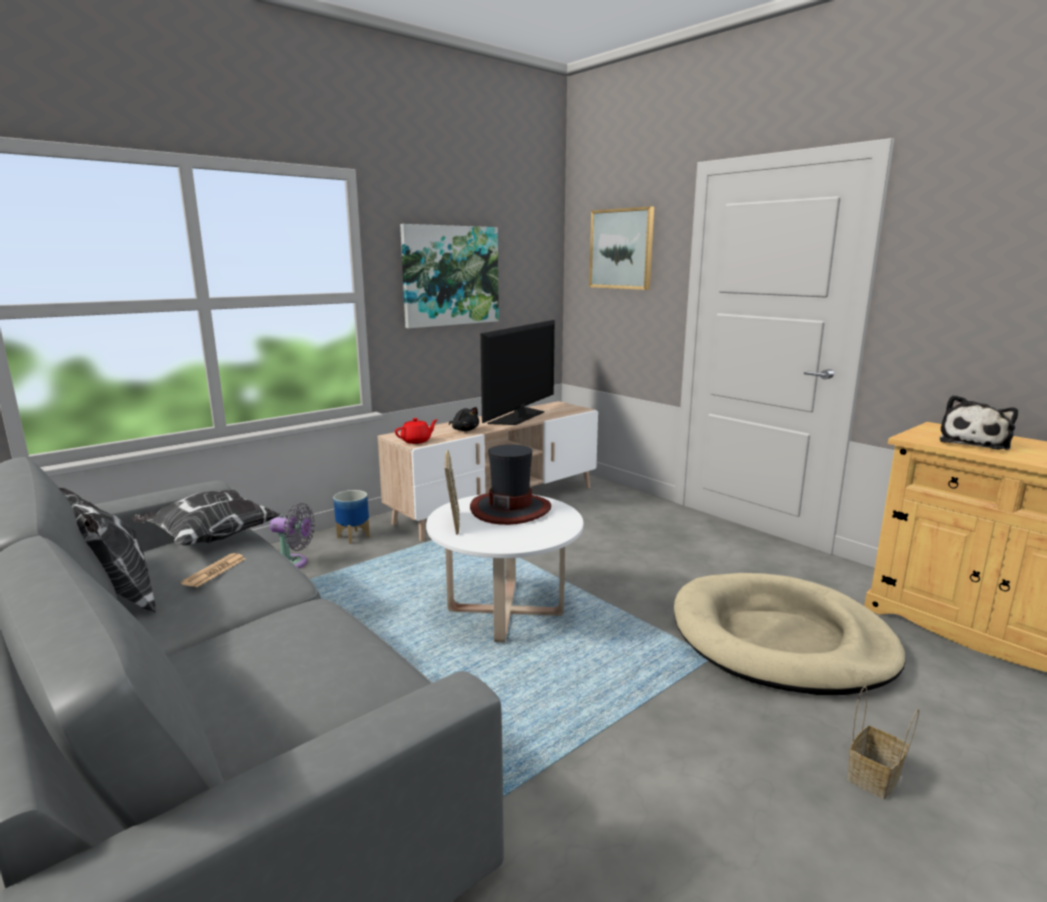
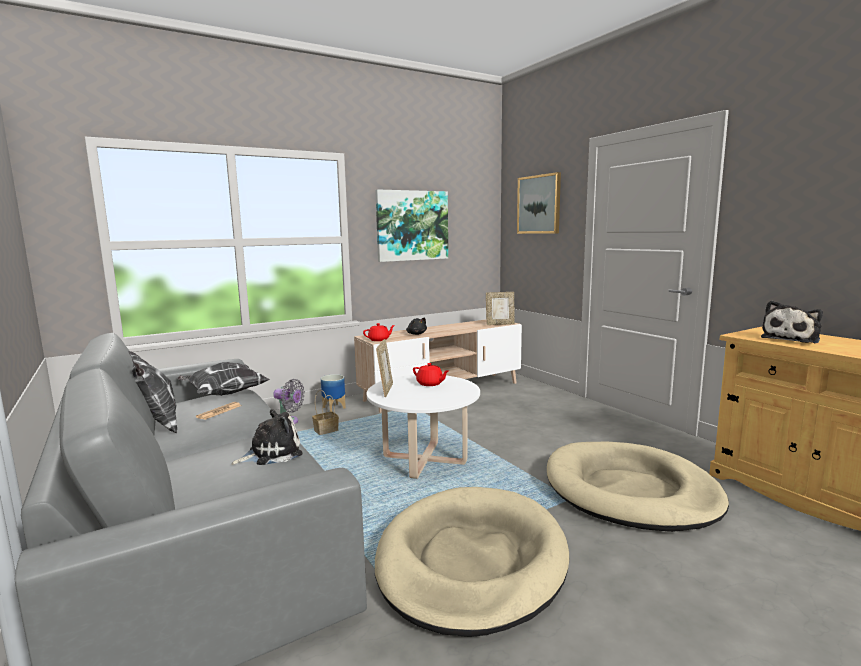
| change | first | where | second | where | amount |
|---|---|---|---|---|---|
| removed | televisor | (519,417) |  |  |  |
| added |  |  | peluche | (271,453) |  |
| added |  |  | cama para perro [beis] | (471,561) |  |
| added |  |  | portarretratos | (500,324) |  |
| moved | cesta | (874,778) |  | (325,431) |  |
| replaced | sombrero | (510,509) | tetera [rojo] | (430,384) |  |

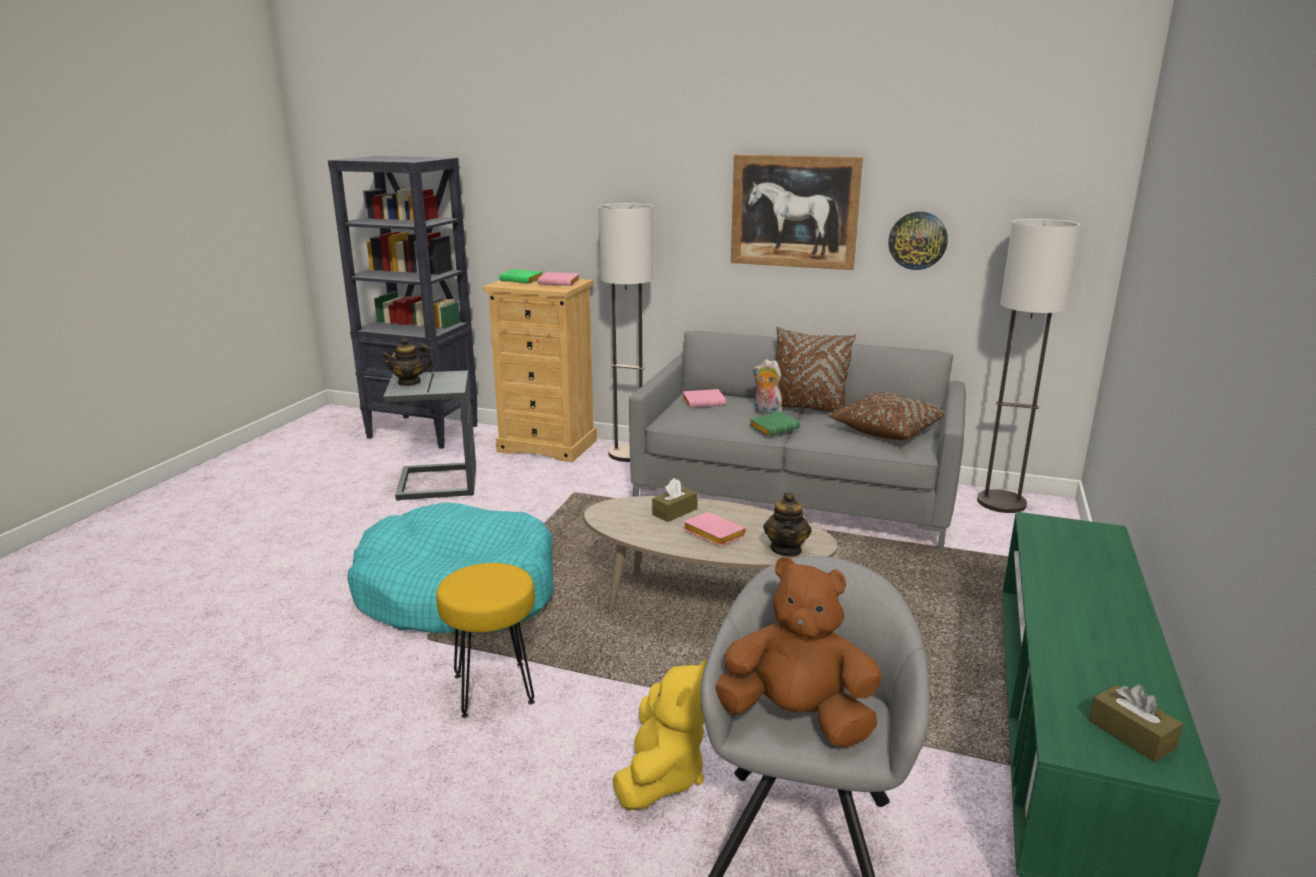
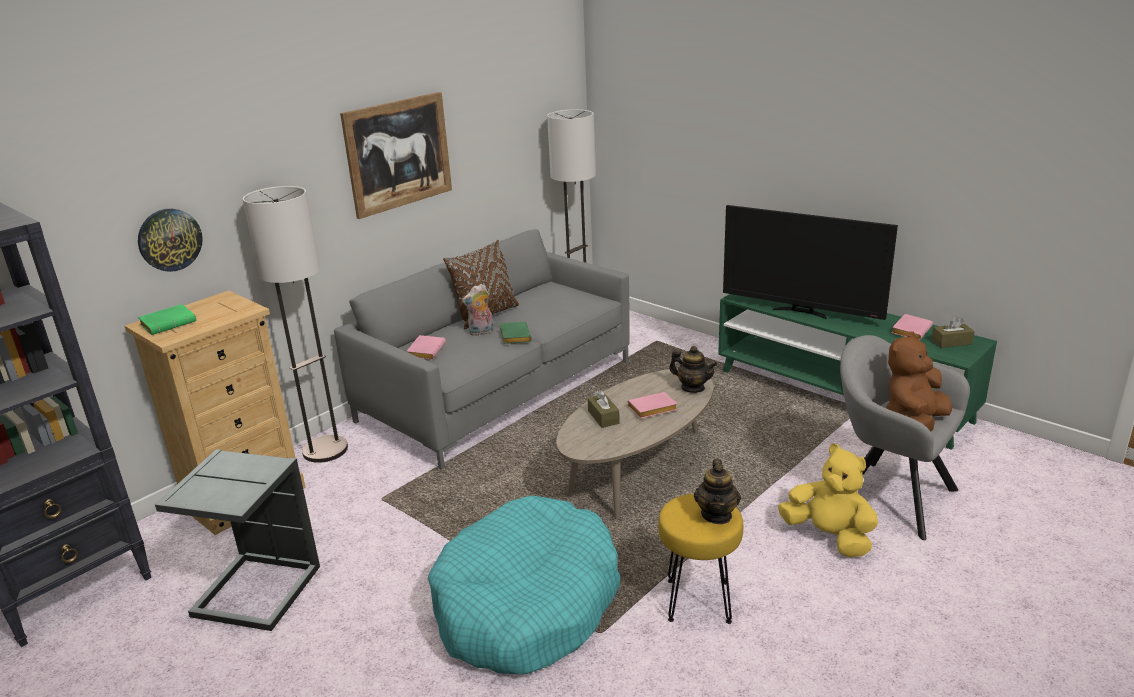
| change | first | where | second | where | amount |
|---|---|---|---|---|---|
| removed | cojín [marrón] | (887,430) |  |  |  |
| added |  |  | televisor | (801,312) |  |
| moved | tetera | (409,382) |  | (717,515) |  |
| moved | libro [rosa] | (560,283) |  | (910,330) |  |
| moved | reloj de pared | (917,240) |  | (169,239) |  |

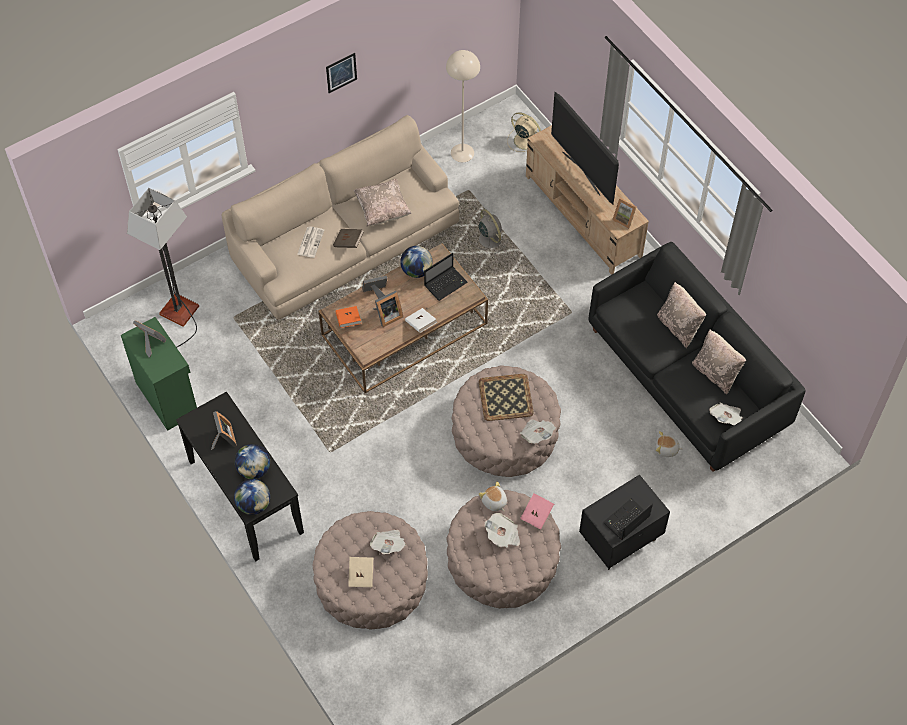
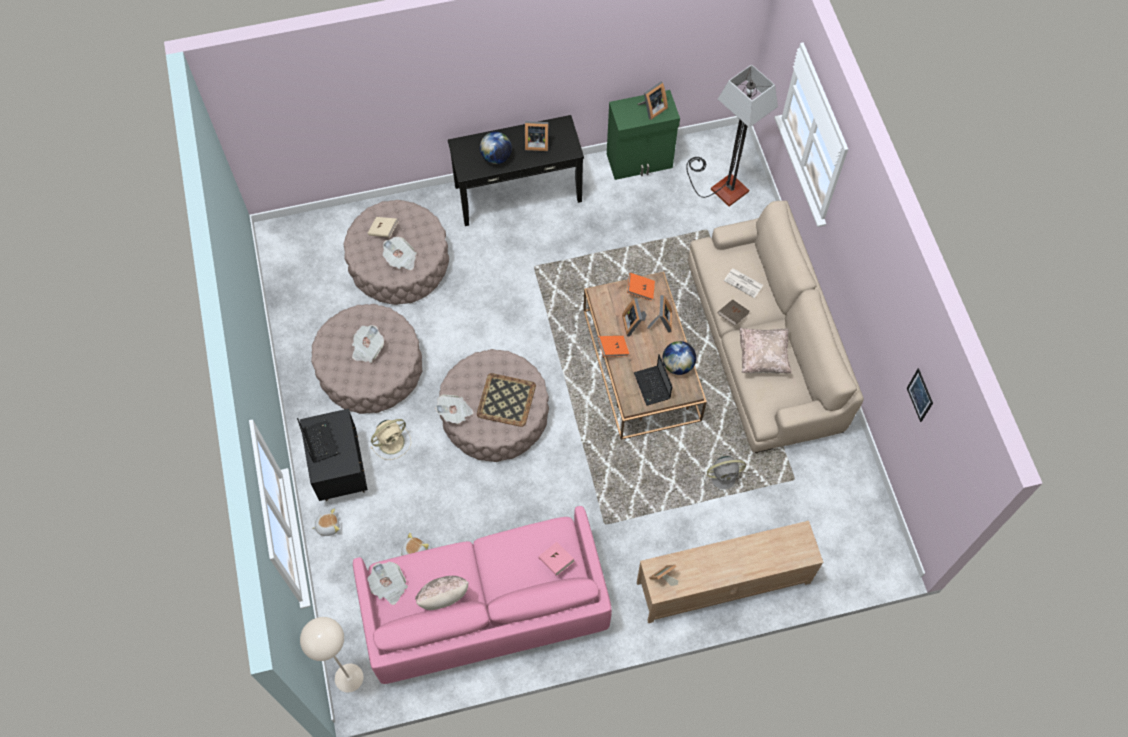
| change | first | where | second | where | amount |
|---|---|---|---|---|---|
| removed | globo terráqueo | (254,504) |  |  |  |
| removed | televisor | (582,173) |  |  |  |
| removed | cojín [beis] | (678,327) |  |  |  |
| moved | cuadro | (341,72) |  | (920,395) |  |
| moved | lámpara de pie [beis] | (462,153) |  | (348,678) |  |
| moved | peluche | (494,502) |  | (328,526) |  |
| moved | ventilador [beis] | (524,140) |  | (392,441) |  |
| moved | libro [rosa] | (537,514) |  | (556,561) |  |
| recoloured | libro [blanco] | (421,324) | libro [naranja] | (613,349) |  |
| recoloured | sofá [negro] | (688,377) | sofá [rosa] | (484,607) |  |

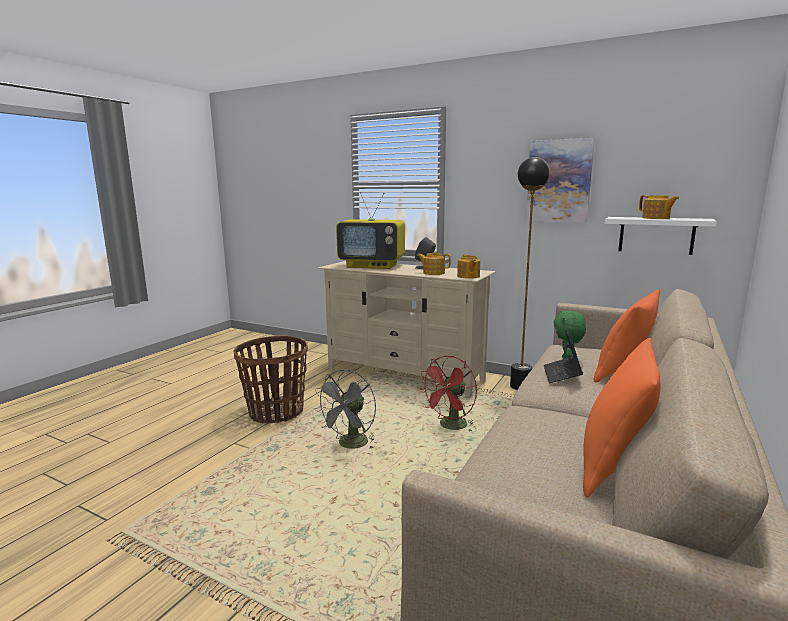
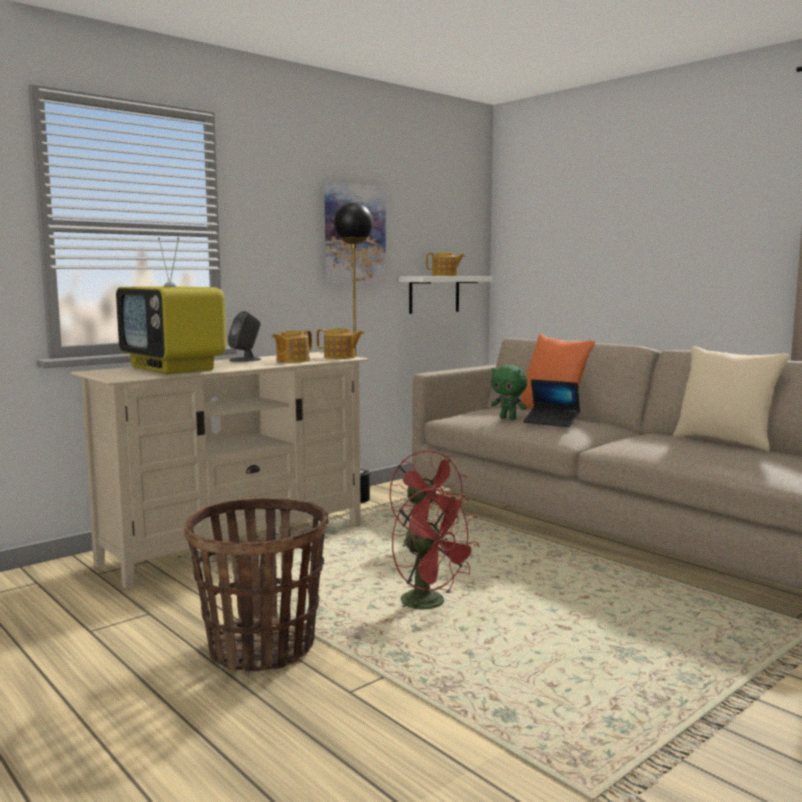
| change | first | where | second | where | amount |
|---|---|---|---|---|---|
| recoloured | ventilador [gris] | (350,445) | ventilador [rojo] | (431,604) |  |
| recoloured | cojín [naranja] | (614,468) | cojín [beis] | (725,442) |  |
| turned | televisor | (373,266) |  | (173,368) | 105 degrees clockwise |

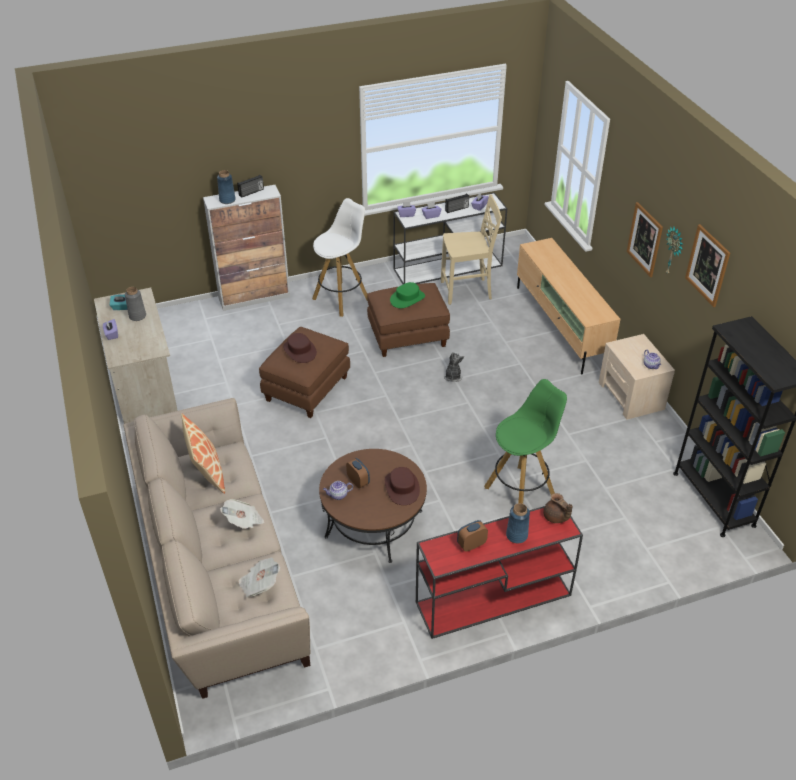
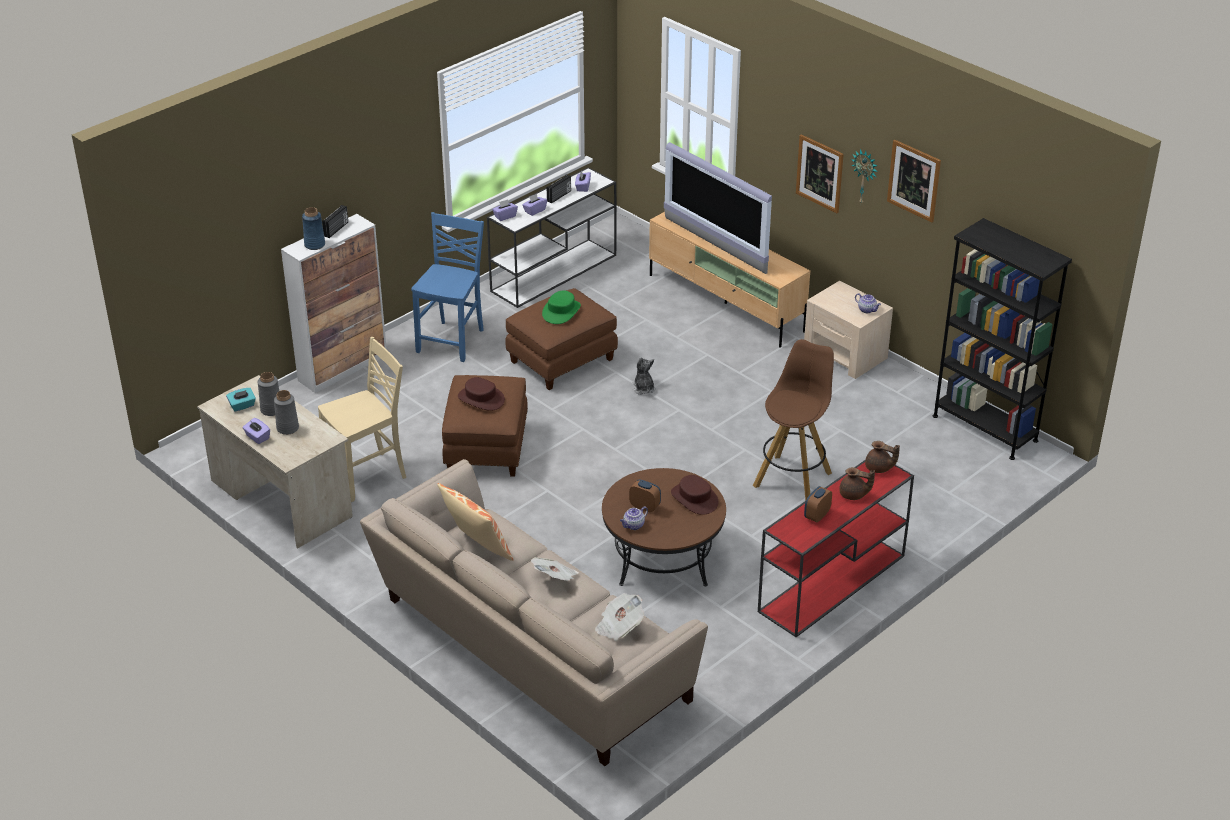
| change | first | where | second | where | amount |
|---|---|---|---|---|---|
| added |  |  | florero [gris] | (287,428) |  |
| added |  |  | televisor | (714,246) |  |
| moved | silla [beis] | (467,291) |  | (368,476) |  |
| replaced | taburete [blanco] | (341,299) | silla [azul] | (452,341) |  |
| replaced | florero [azul] | (516,535) | tetera [marrón] | (853,495) |  |
| recoloured | taburete [verde] | (520,491) | taburete [marrón] | (793,479) |  |

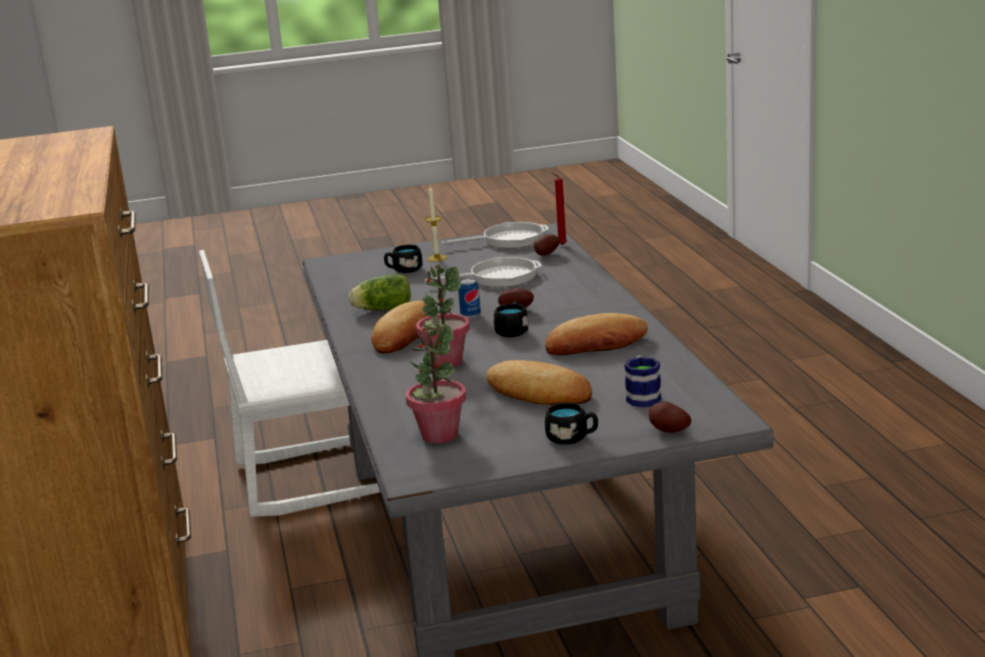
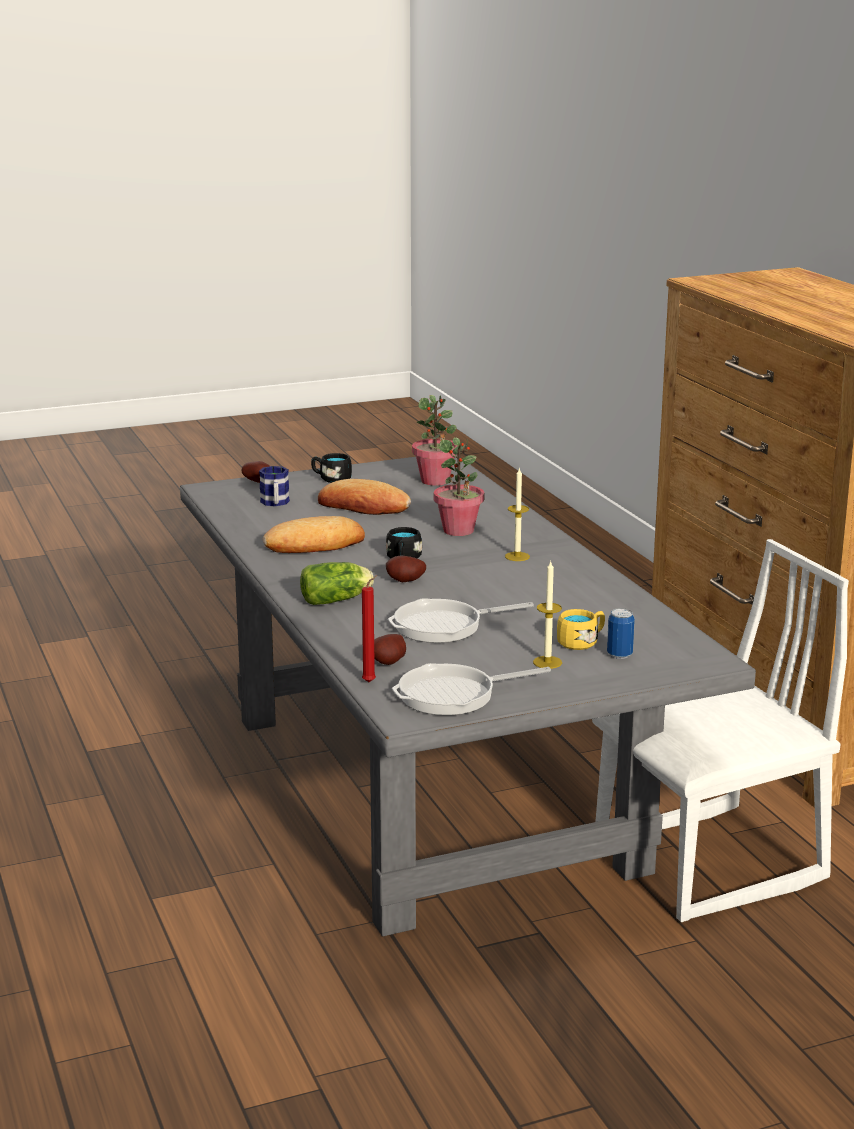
| change | first | where | second | where | amount |
|---|---|---|---|---|---|
| moved | lechuga | (381,309) |  | (338,600) |  |
| moved | lata | (470,315) |  | (619,655) |  |
| replaced | pan | (405,335) | vela | (517,556) |  |
| recoloured | taza grande [negro] | (404,270) | taza grande [amarillo] | (581,642) |  |

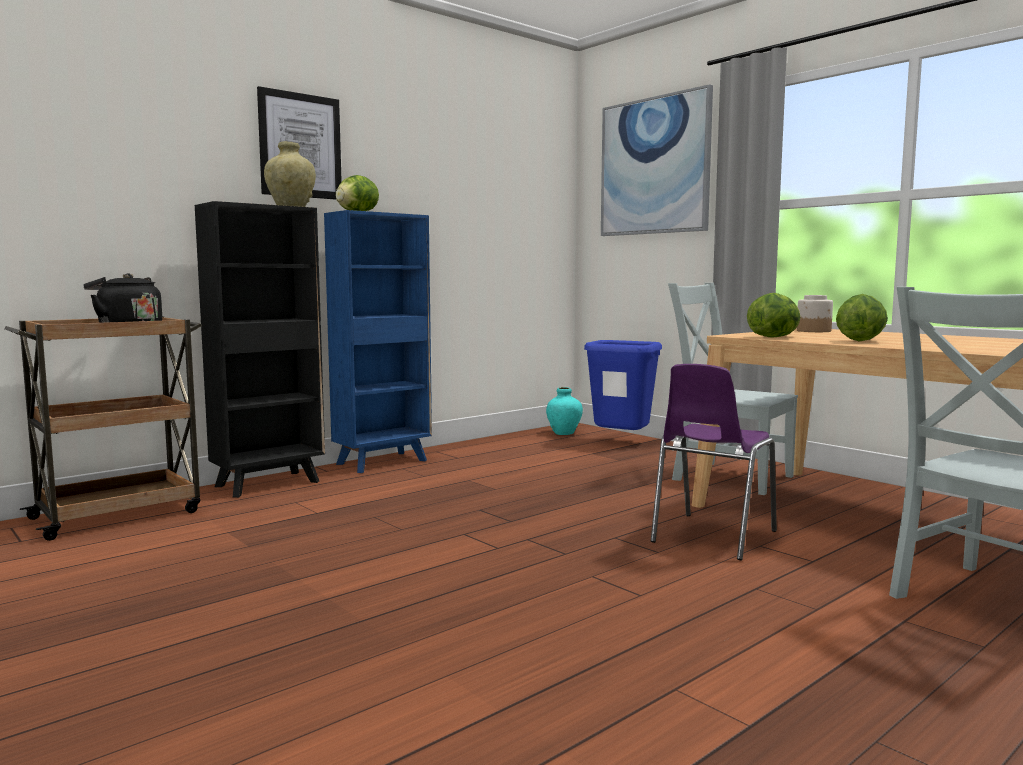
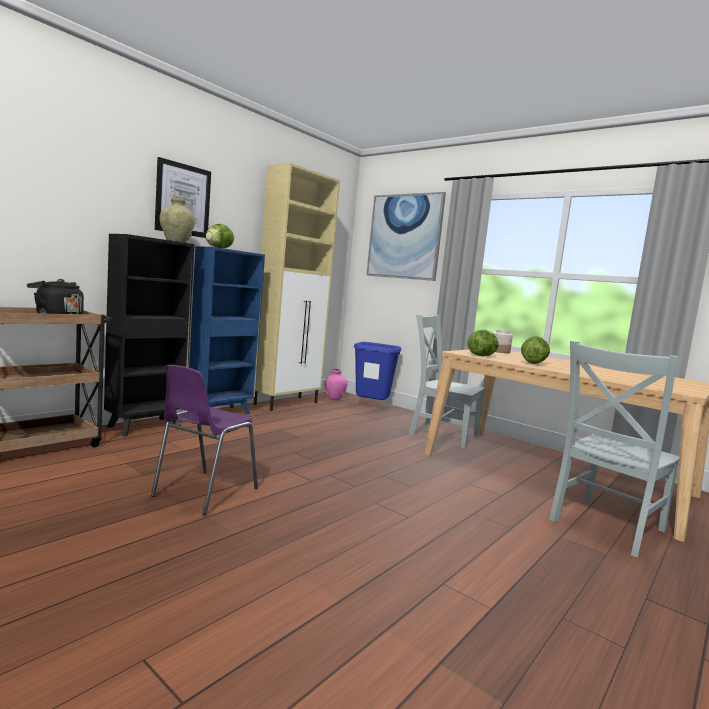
| change | first | where | second | where | amount |
|---|---|---|---|---|---|
| added |  |  | armario [beis] | (287,403) |  |
| moved | silla [morado] | (711,537) |  | (203,493) |  |
| recoloured | florero [turquesa] | (564,433) | florero [rosa] | (334,398) |  |

